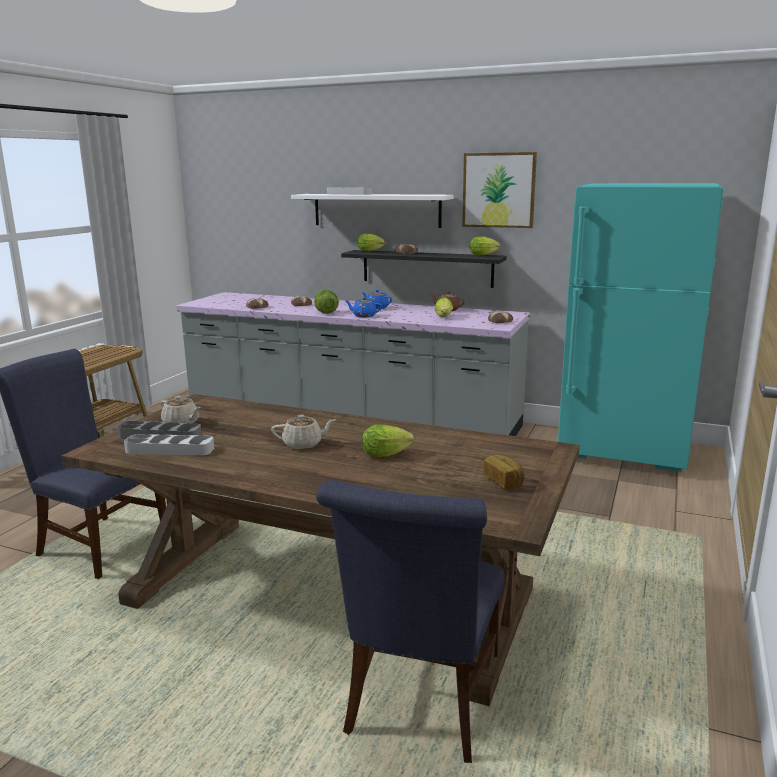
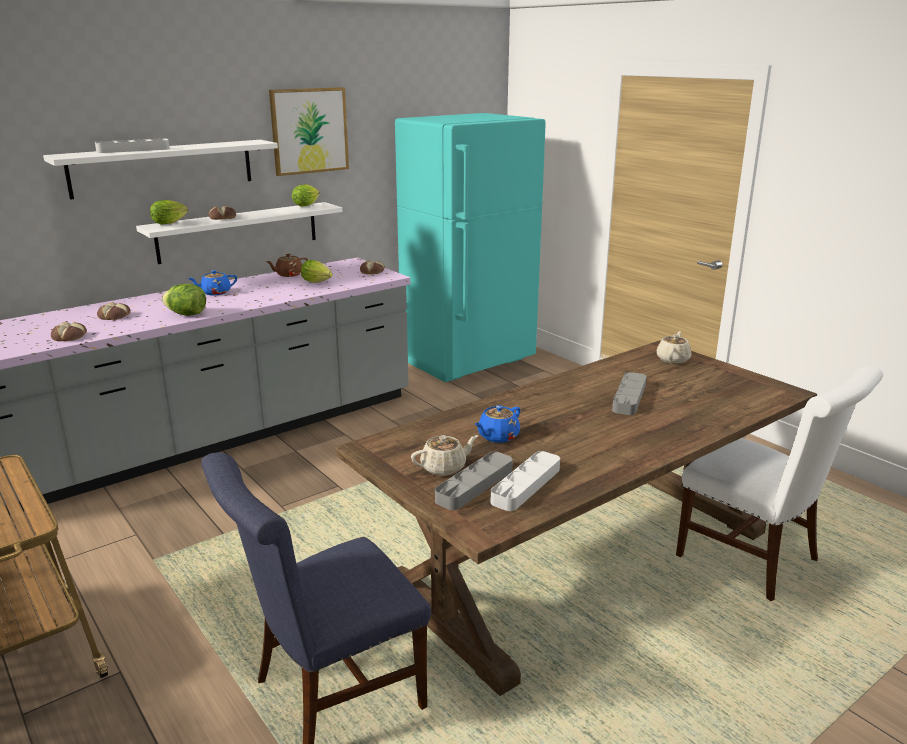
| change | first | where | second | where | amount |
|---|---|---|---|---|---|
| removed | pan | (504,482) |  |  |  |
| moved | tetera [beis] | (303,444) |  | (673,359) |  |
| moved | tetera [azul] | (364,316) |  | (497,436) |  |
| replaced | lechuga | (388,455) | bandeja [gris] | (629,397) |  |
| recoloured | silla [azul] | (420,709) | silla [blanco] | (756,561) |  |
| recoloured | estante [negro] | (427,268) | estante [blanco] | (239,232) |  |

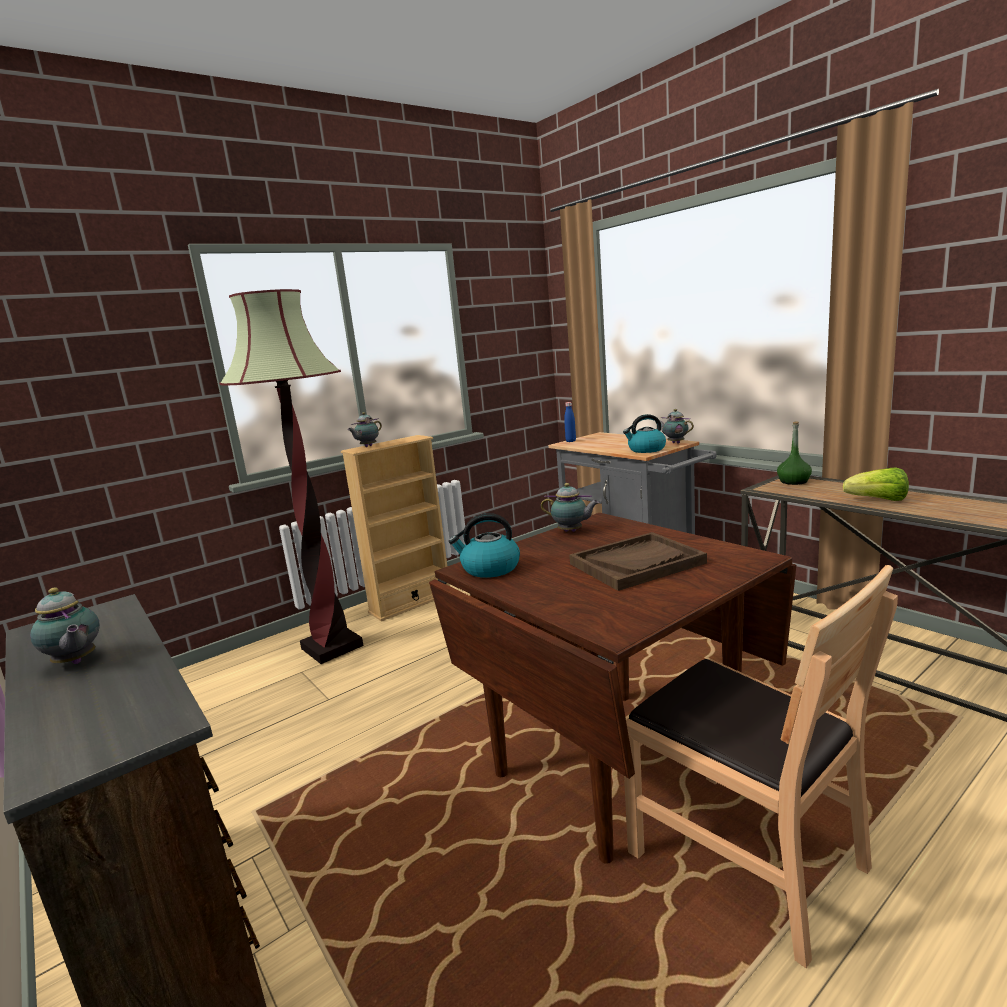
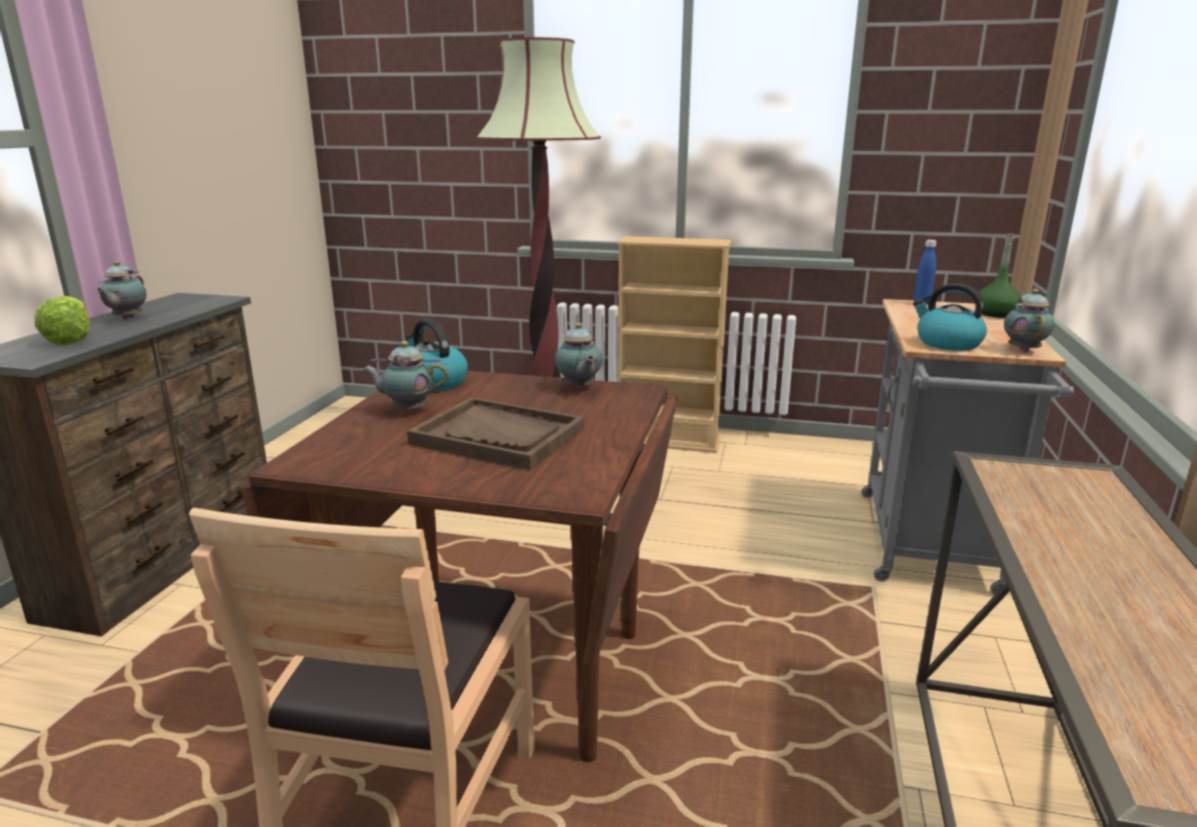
| change | first | where | second | where | amount |
|---|---|---|---|---|---|
| moved | tetera | (367,446) |  | (407,410) |  |
| moved | botella [verde] | (793,482) |  | (995,314) |  |
| moved | lechuga | (878,500) |  | (70,339) |  |

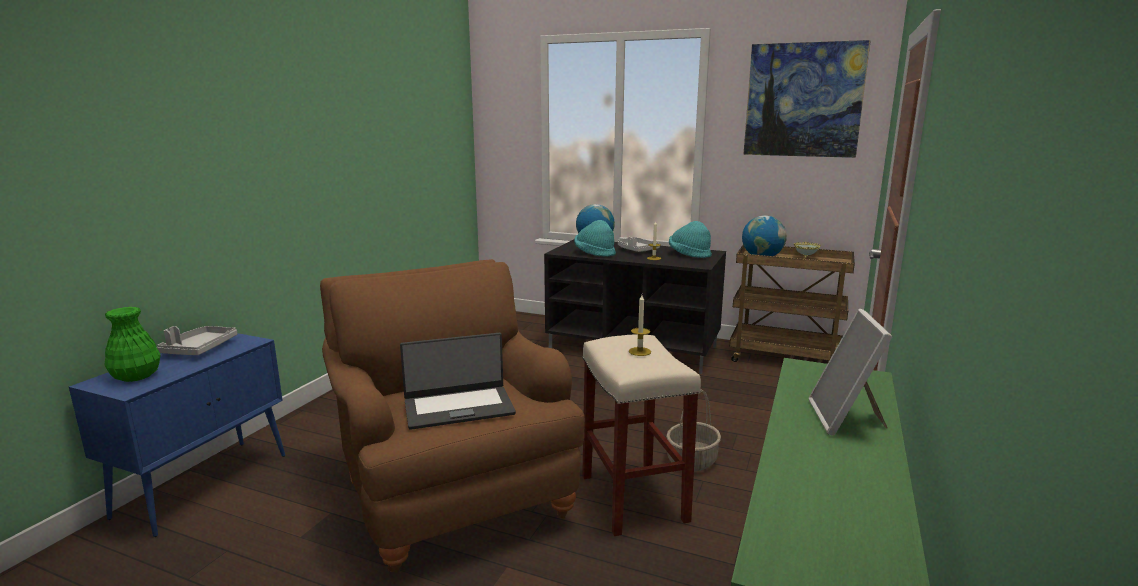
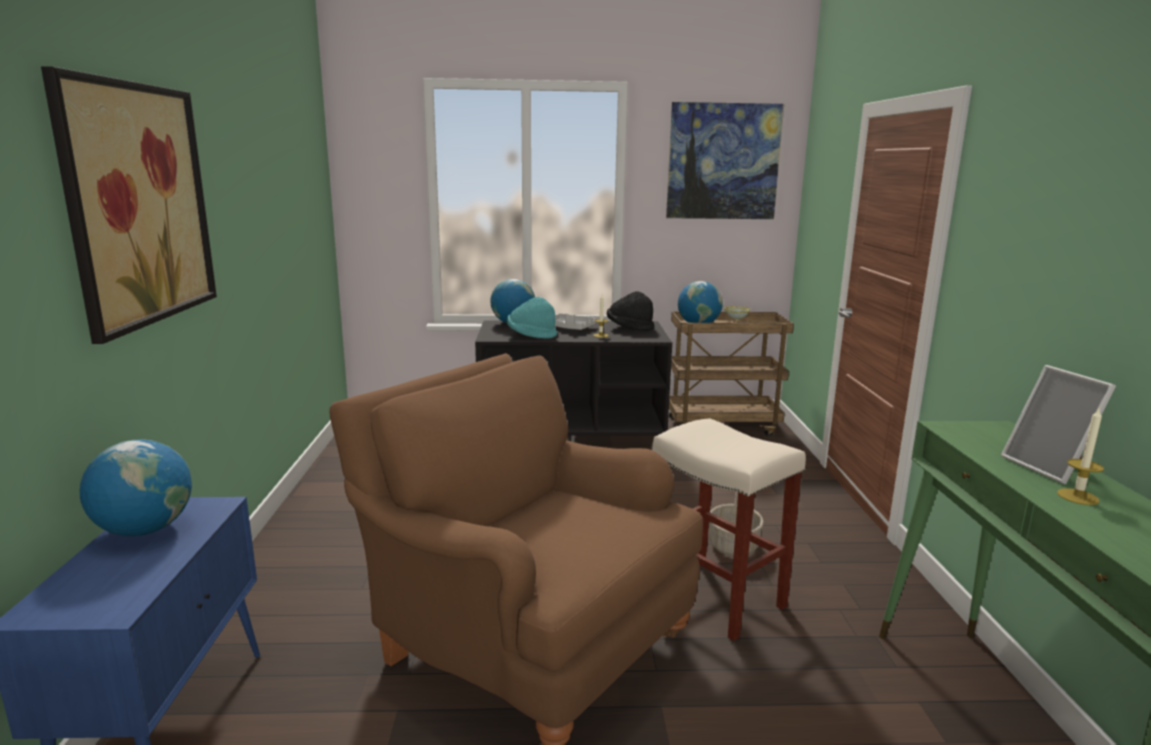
| change | first | where | second | where | amount |
|---|---|---|---|---|---|
| removed | florero [verde] | (137,376) |  |  |  |
| removed | portátil | (458,407) |  |  |  |
| added |  |  | cuadro | (139,204) |  |
| moved | vela | (639,351) |  | (1077,497) |  |
| replaced | bandeja [gris] | (199,349) | globo terráqueo | (145,529) |  |
| recoloured | sombrero [turquesa] | (689,254) | sombrero [negro] | (629,328) |  |

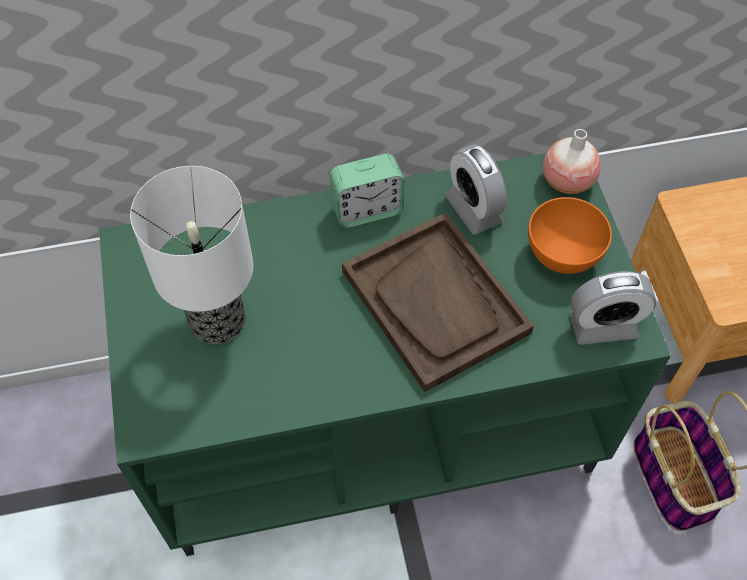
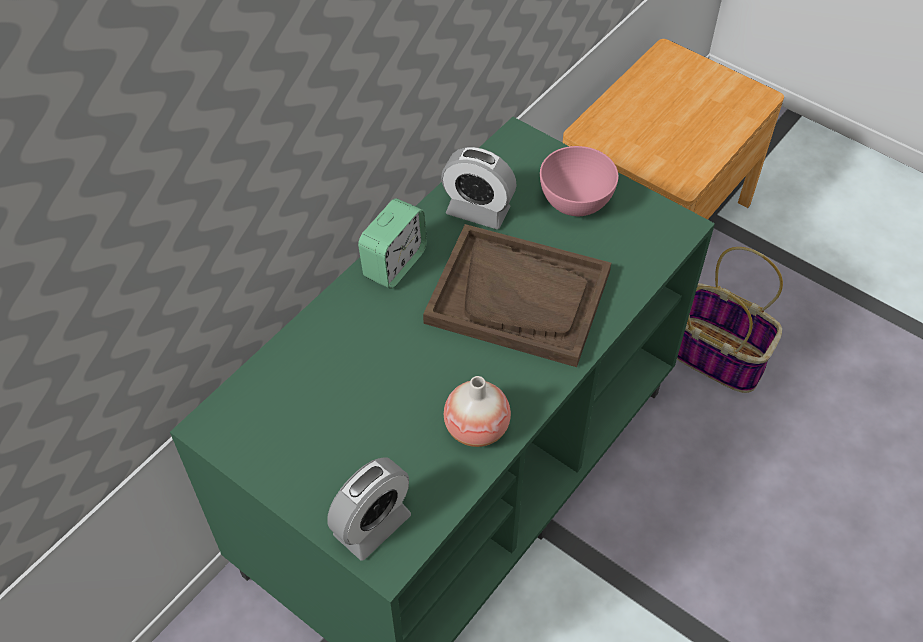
| change | first | where | second | where | amount |
|---|---|---|---|---|---|
| removed | lámpara de mesa | (216,318) |  |  |  |
| moved | florero | (567,181) |  | (476,428) |  |
| moved | despertador | (603,326) |  | (372,525) |  |
| recoloured | cuenco [naranja] | (562,254) | cuenco [rosa] | (574,202) |  |

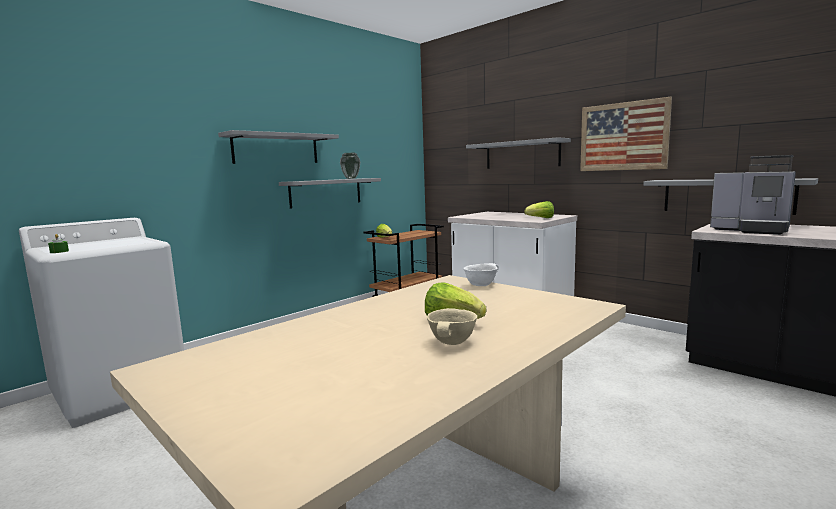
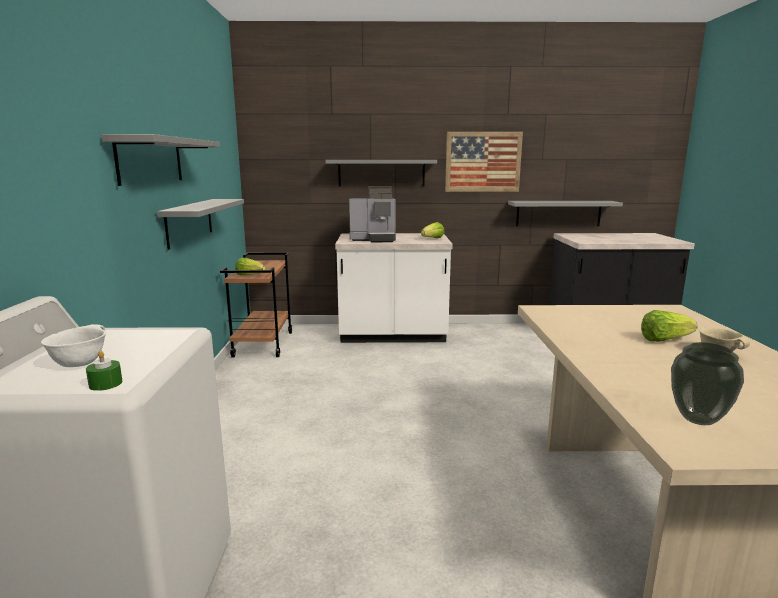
| change | first | where | second | where | amount |
|---|---|---|---|---|---|
| moved | florero | (351,178) |  | (699,419) |  |
| moved | cuenco [blanco] | (481,285) |  | (79,363) |  |
| moved | cafetera | (752,230) |  | (374,239) |  |

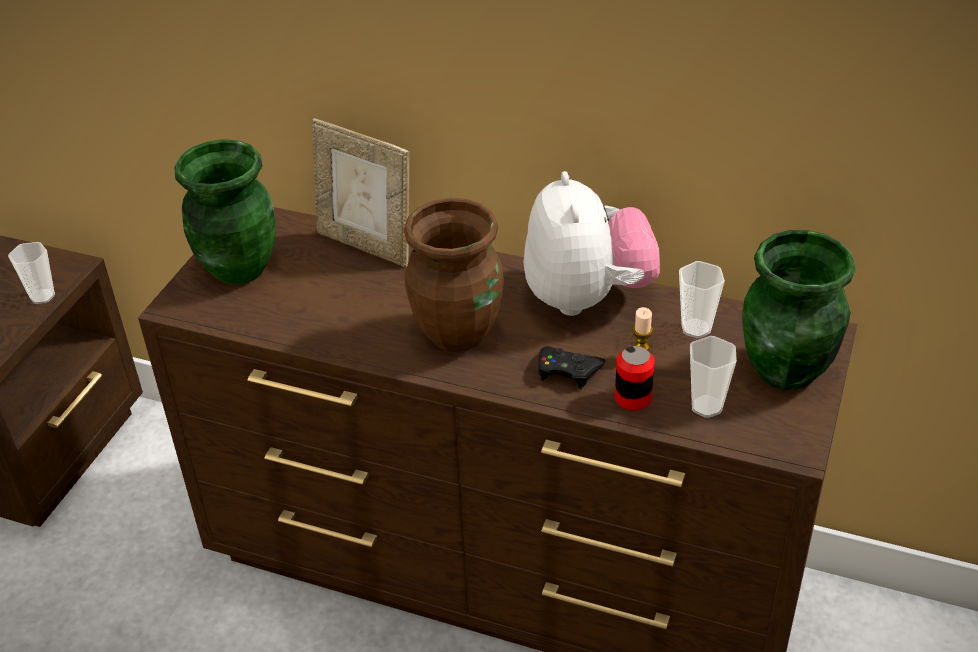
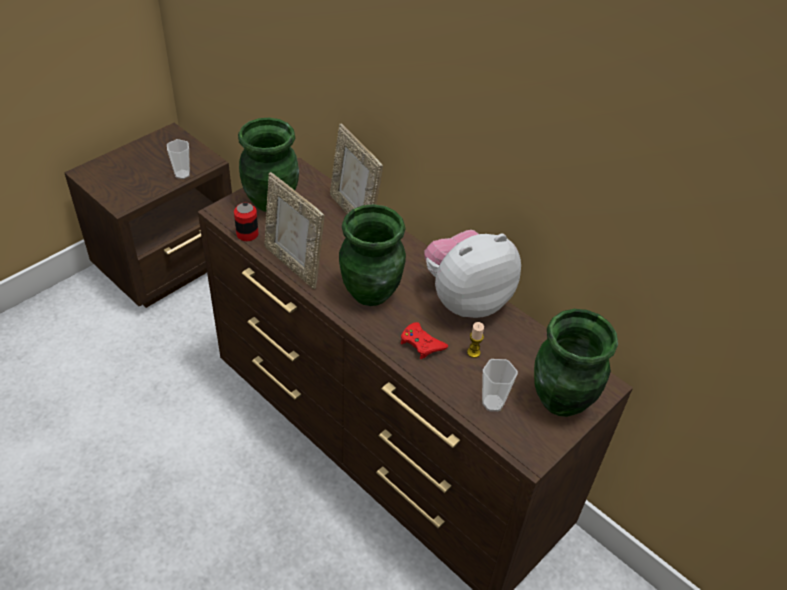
| change | first | where | second | where | amount |
|---|---|---|---|---|---|
| removed | taza | (696,328) |  |  |  |
| added |  |  | portarretratos | (294,264) |  |
| moved | lata | (633,398) |  | (247,234) |  |
| recoloured | florero [marrón] | (458,333) | florero [verde] | (371,292) |  |
| recoloured | mando de consola [negro] | (568,371) | mando de consola [rojo] | (421,344) |  |
| turned | peluche | (587,297) |  | (465,299) | 135 degrees counterclockwise |

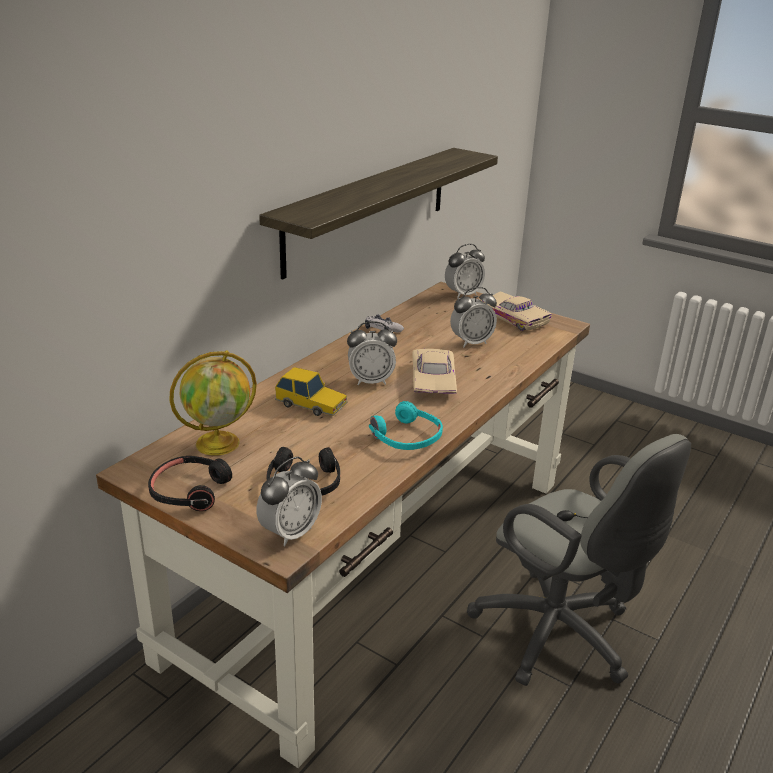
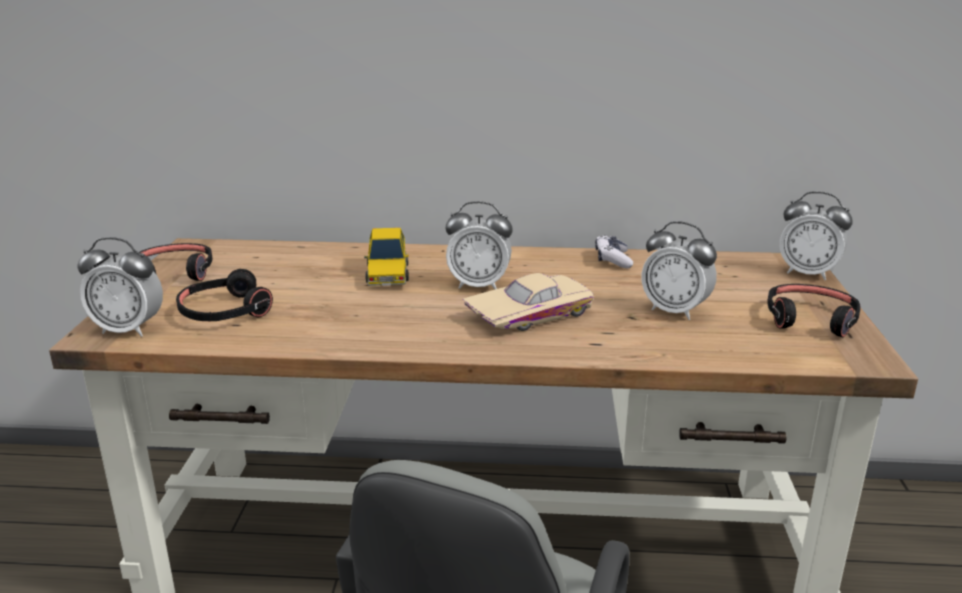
| change | first | where | second | where | amount |
|---|---|---|---|---|---|
| removed | globo terráqueo | (219,443) |  |  |  |
| removed | estante | (369,208) |  |  |  |
| removed | auriculares [turquesa] | (406,438) |  |  |  |
| replaced | coche de juguete [beis] | (514,317) | auriculares [negro] | (810,319) |  |
| turned | despertador | (371,381) |  | (479,285) | 45 degrees counterclockwise |

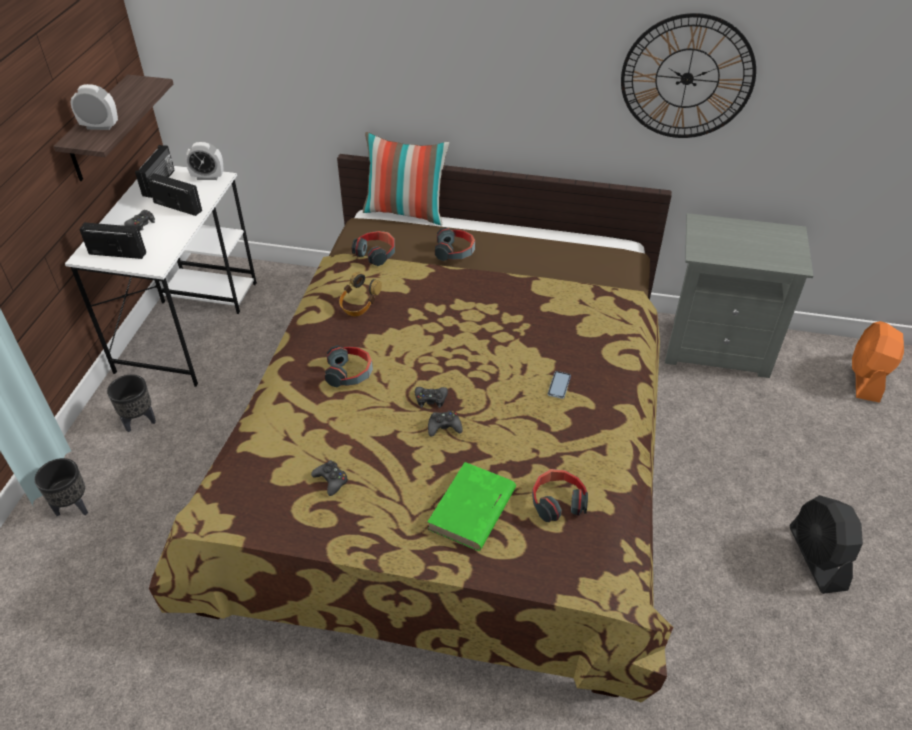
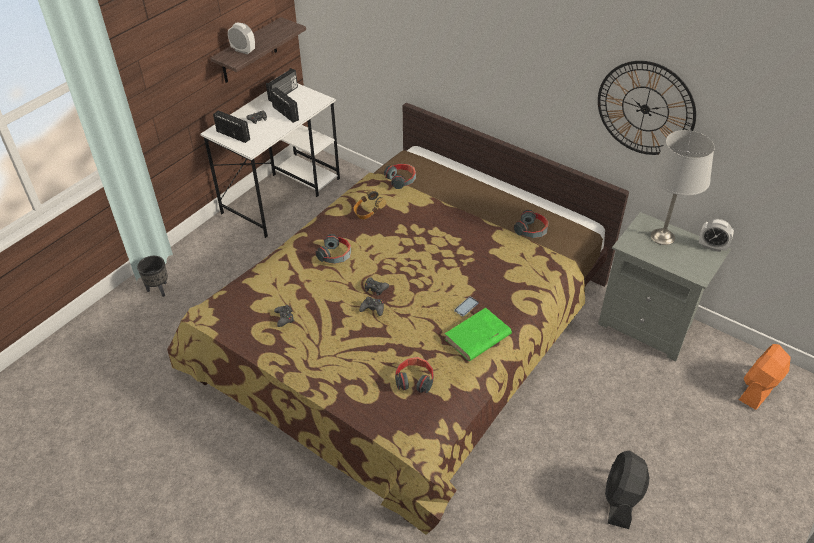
| change | first | where | second | where | amount |
|---|---|---|---|---|---|
| removed | maceta [negro] | (139,422) |  |  |  |
| removed | cojín | (406,212) |  |  |  |
| added |  |  | lámpara de mesa [gris] | (662,236) |  |
| moved | despertador | (208,177) |  | (712,246) |  |
| moved | libro [verde] | (472,510) |  | (477,337) |  |
| moved | auriculares | (455,251) |  | (532,230) |  |

